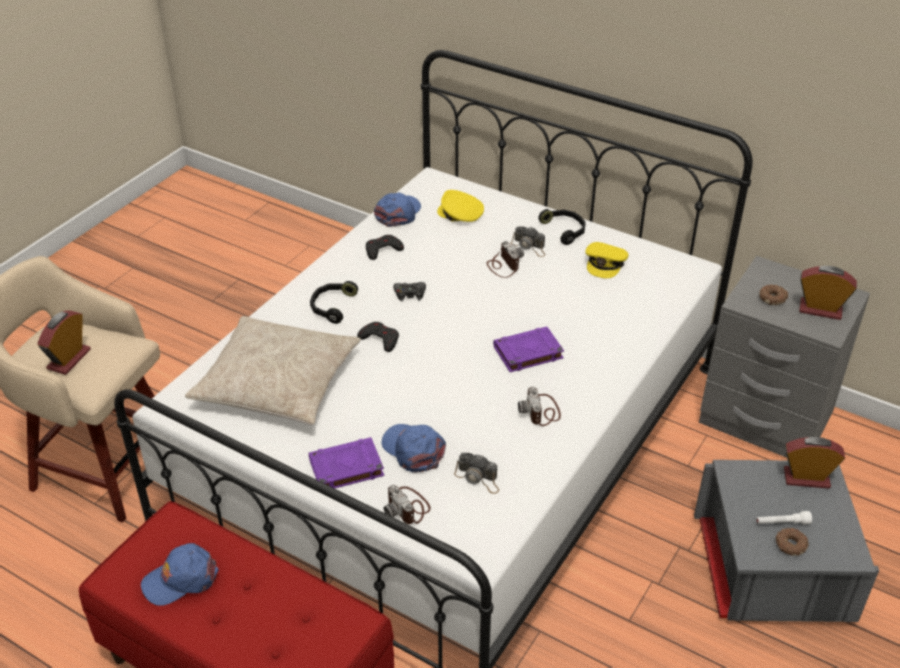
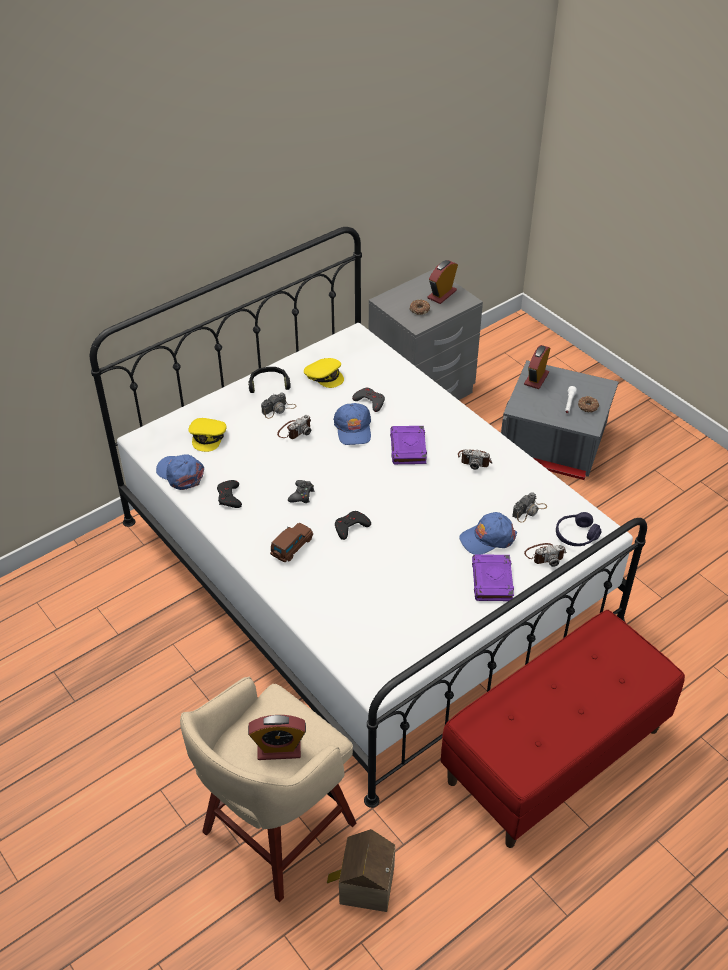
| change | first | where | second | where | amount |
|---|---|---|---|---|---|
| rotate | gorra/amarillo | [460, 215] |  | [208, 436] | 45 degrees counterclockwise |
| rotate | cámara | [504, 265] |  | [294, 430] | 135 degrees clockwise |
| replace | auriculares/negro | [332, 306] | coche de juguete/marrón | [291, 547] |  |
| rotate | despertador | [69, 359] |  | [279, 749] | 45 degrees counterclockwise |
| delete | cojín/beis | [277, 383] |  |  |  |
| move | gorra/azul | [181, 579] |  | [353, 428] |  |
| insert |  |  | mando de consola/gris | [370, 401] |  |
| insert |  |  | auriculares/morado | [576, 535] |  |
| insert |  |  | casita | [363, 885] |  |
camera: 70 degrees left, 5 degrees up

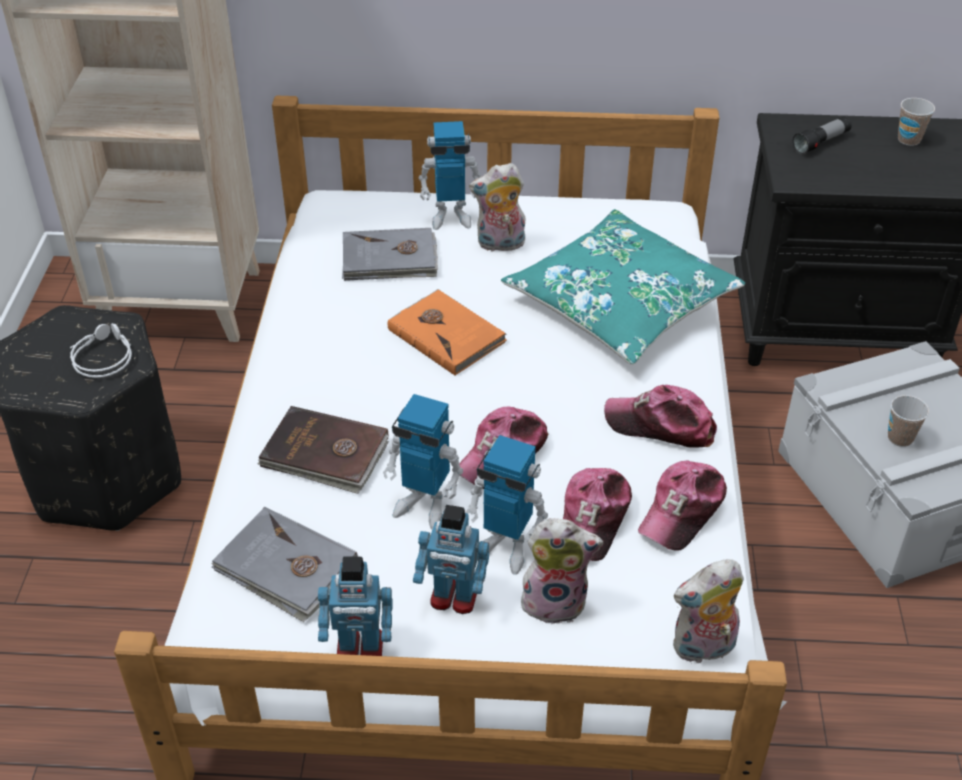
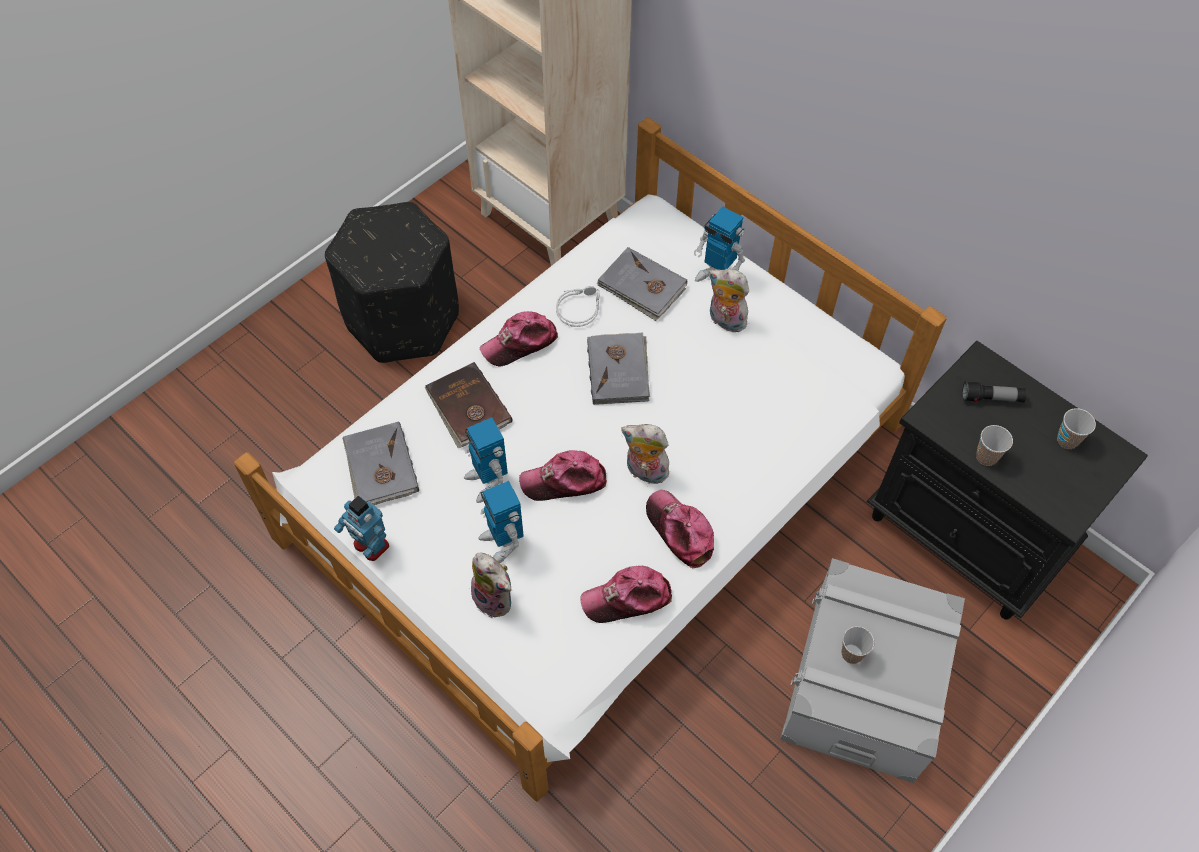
| change | first | where | second | where | amount |
|---|---|---|---|---|---|
| delete | cojín/turquesa | [620, 303] |  |  |  |
| recolor | libro/naranja | [447, 334] | libro/gris | [619, 370] |  |
| move | auriculares/gris | [102, 356] |  | [579, 308] |  |
| move | gorra | [593, 519] |  | [520, 343] |  |
| delete | robot de juguete | [453, 598] |  |  |  |
| move | peluche | [703, 649] |  | [645, 472] |  |
| insert |  |  | taza | [986, 457] |  |
camera: 40 degrees right, 15 degrees up

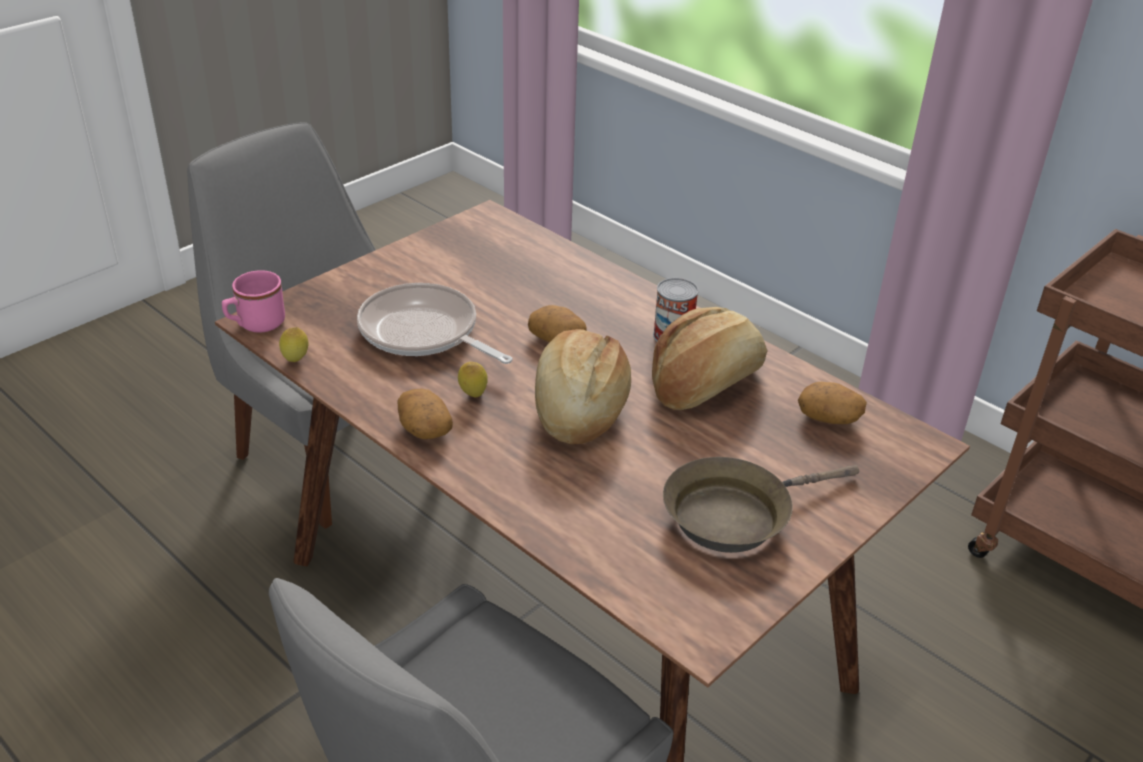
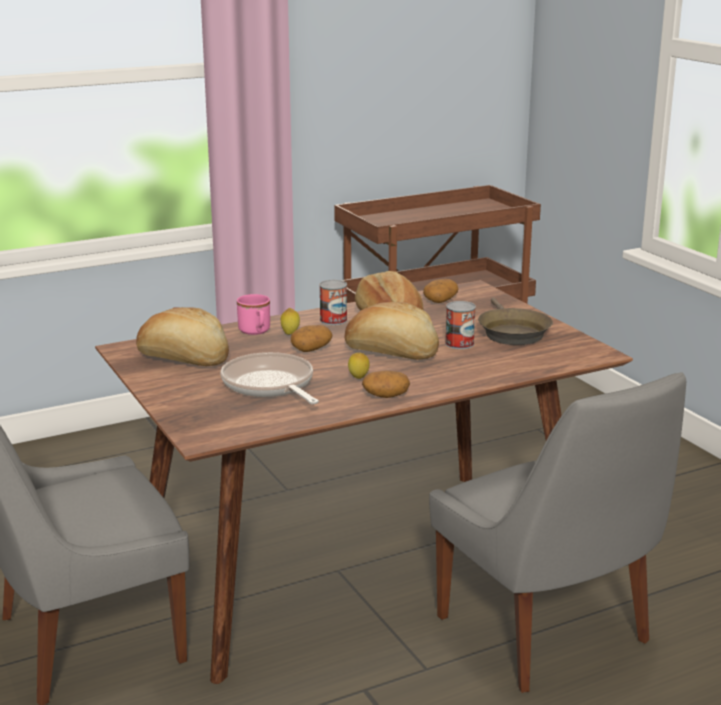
| change | first | where | second | where | amount |
|---|---|---|---|---|---|
| move | taza grande/rosa | [255, 324] |  | [256, 331] |  |
| rotate | sartén | [423, 333] |  | [270, 385] | 90 degrees clockwise |
| move | limón | [296, 360] |  | [290, 333] |  |
| insert |  |  | lata | [459, 344] |  |
| insert |  |  | pan | [184, 359] |  |
camera: 70 degrees left, 15 degrees down

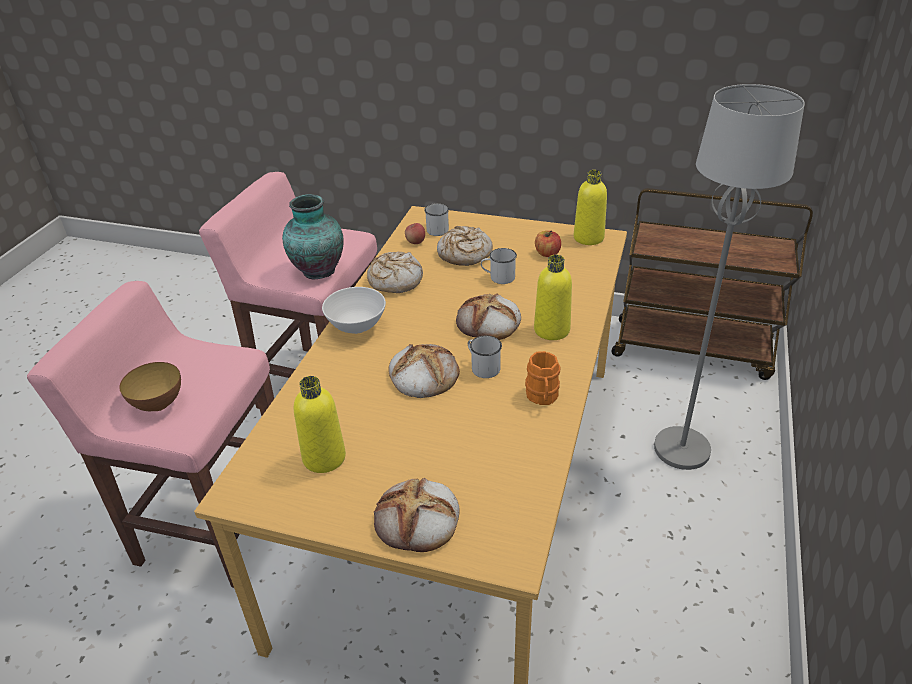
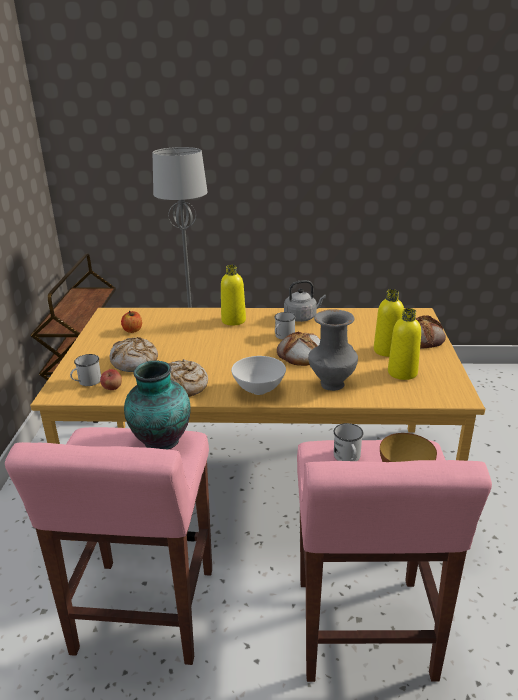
| change | first | where | second | where | amount |
|---|---|---|---|---|---|
| move | botella/amarillo | [588, 238] |  | [387, 350] |  |
| move | taza grande/blanco | [498, 277] |  | [348, 458] |  |
| delete | pan | [489, 323] |  |  |  |
| replace | taza grande/naranja | [542, 397] | hervidor/gris | [302, 317] |  |
| insert |  |  | florero/gris | [331, 385] |  |
camera: 105 degrees left, 10 degrees down

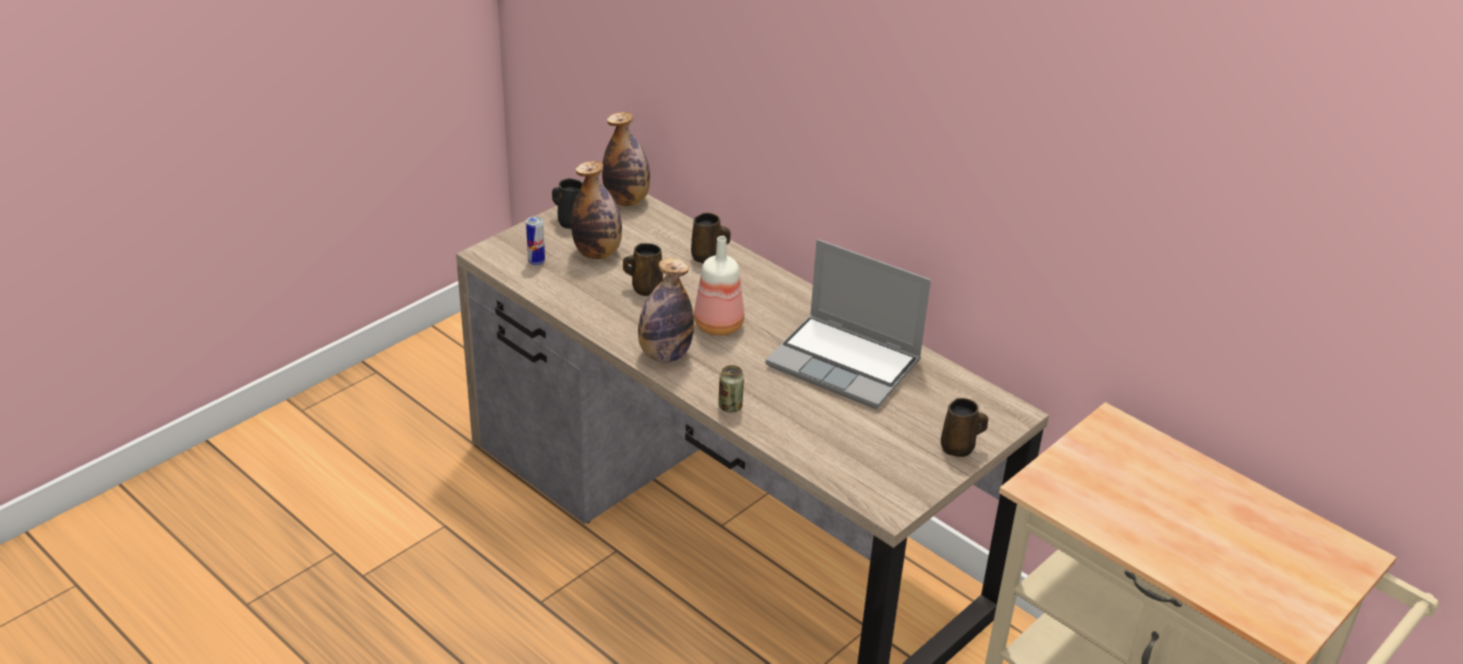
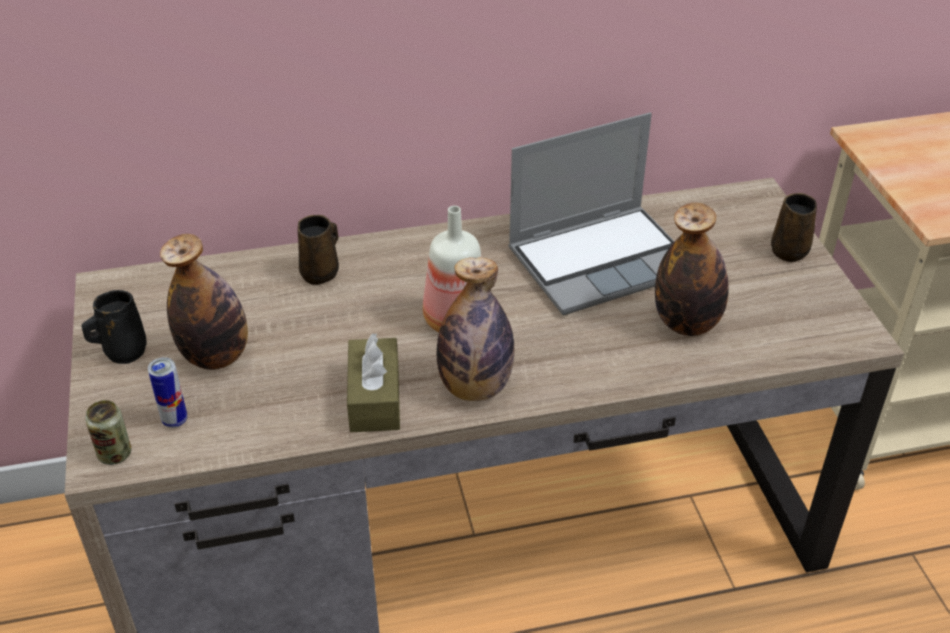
| change | first | where | second | where | amount |
|---|---|---|---|---|---|
| move | botella | [626, 201] |  | [686, 323] |  |
| delete | taza grande/marrón | [645, 288] |  |  |  |
| move | lata | [730, 406] |  | [115, 454] |  |
| insert |  |  | caja de pañuelos/marrón | [374, 398] |  |
camera: 55 degrees left, 5 degrees up

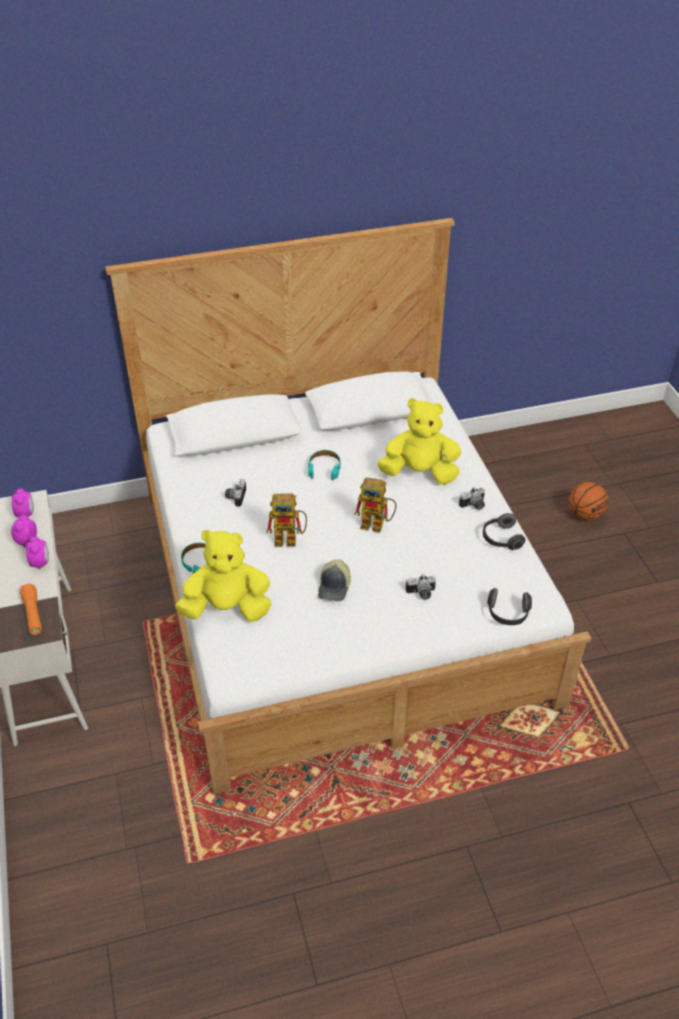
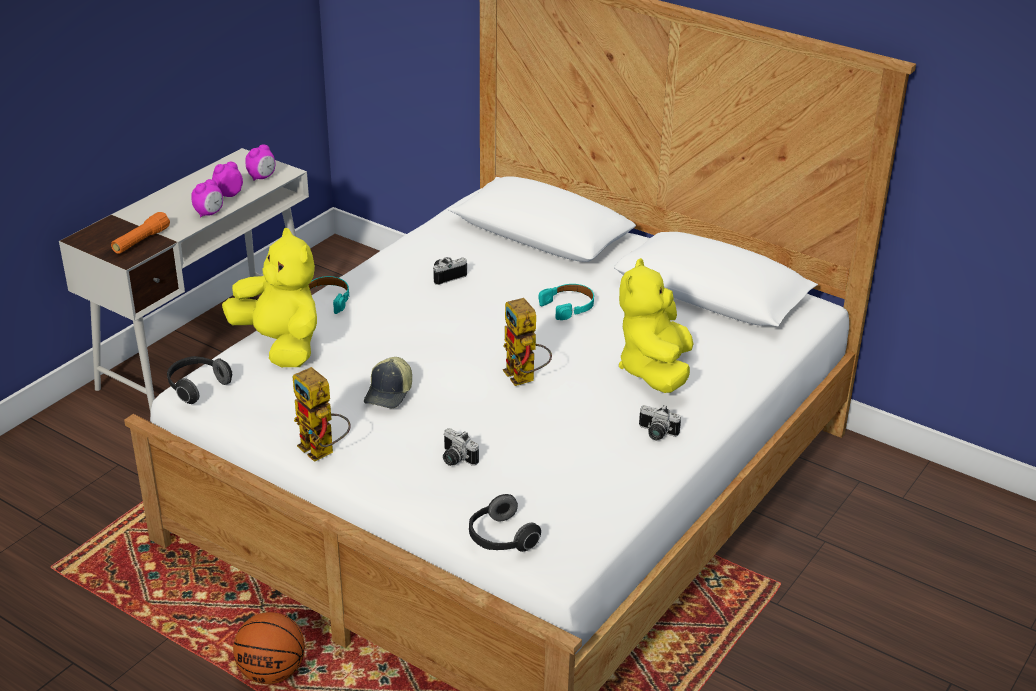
| change | first | where | second | where | amount |
|---|---|---|---|---|---|
| rotate | peluche/amarillo | [419, 473] |  | [655, 371] | 135 degrees counterclockwise |
| move | balón de baloncesto | [585, 514] |  | [272, 672] |  |
| move | robot de juguete | [290, 539] |  | [323, 452] |  |
| move | auriculares | [501, 539] |  | [197, 387] |  |
| rotate | gorra | [335, 586] |  | [389, 393] | 45 degrees counterclockwise |
camera: 50 degrees right, 10 degrees down

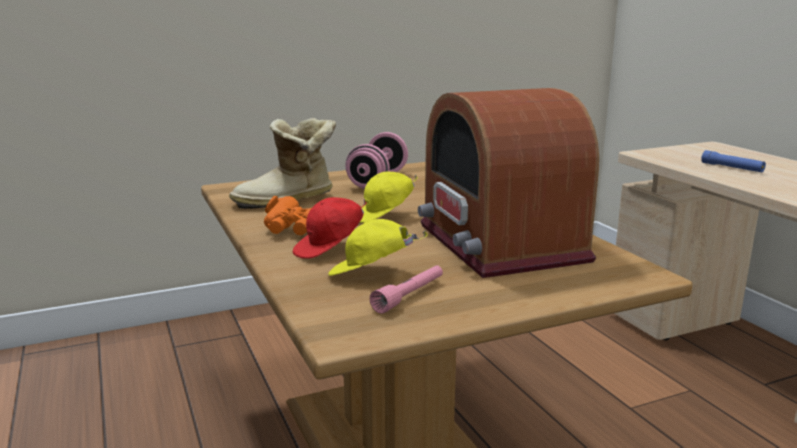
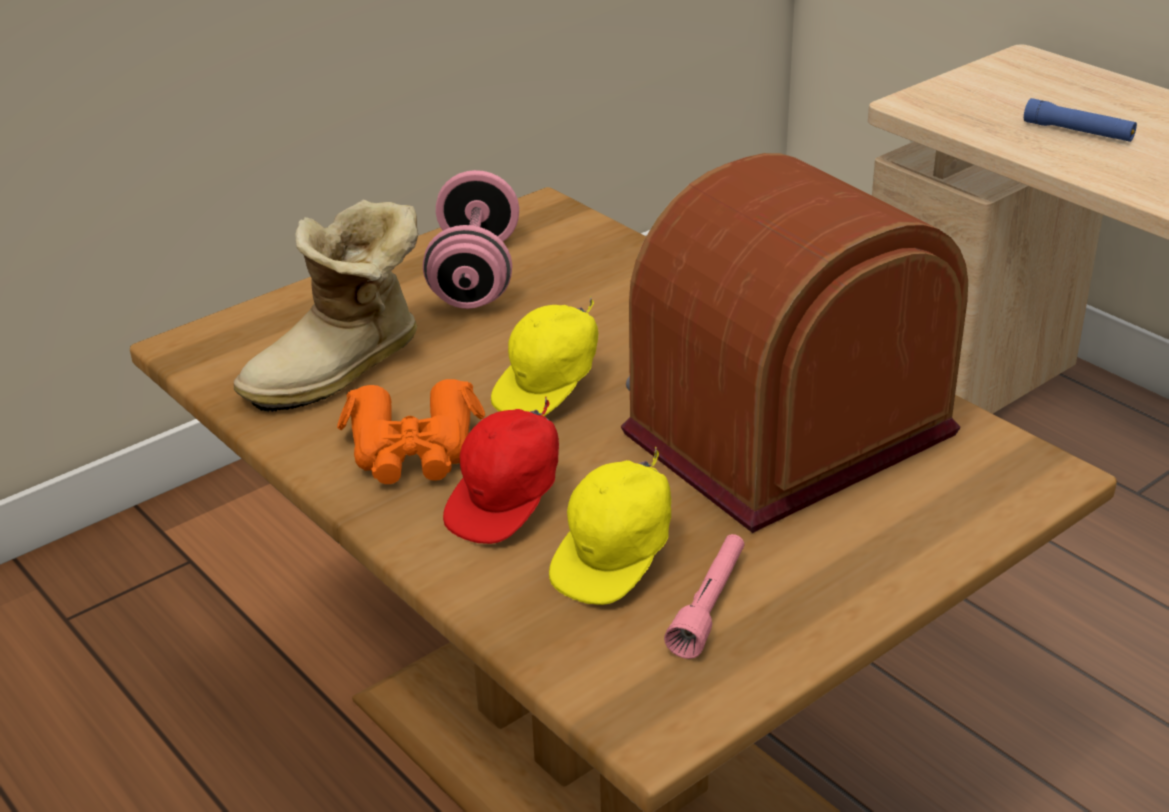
| change | first | where | second | where | amount |
|---|---|---|---|---|---|
| rotate | radio | [500, 243] |  | [786, 433] | 90 degrees clockwise |
| rotate | gorra/amarillo | [371, 274] |  | [617, 561] | 45 degrees counterclockwise |
camera: 15 degrees left, 15 degrees up

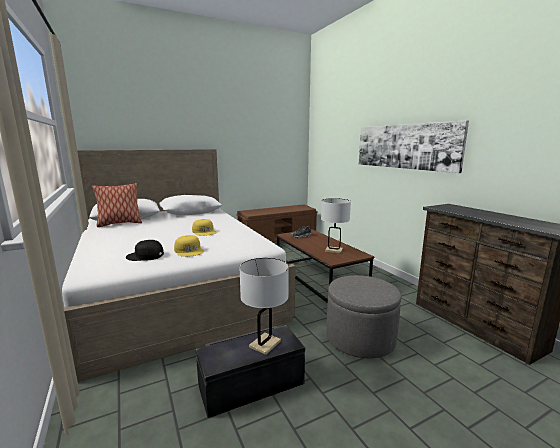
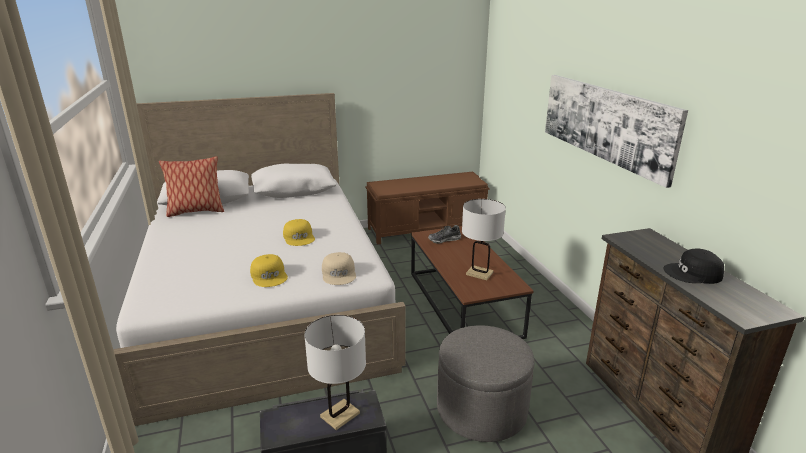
| change | first | where | second | where | amount |
|---|---|---|---|---|---|
| move | gorra/negro | [145, 256] |  | [693, 274] |  |
| insert |  |  | gorra/beis | [339, 274] |  |
camera: 10 degrees right, 10 degrees up

